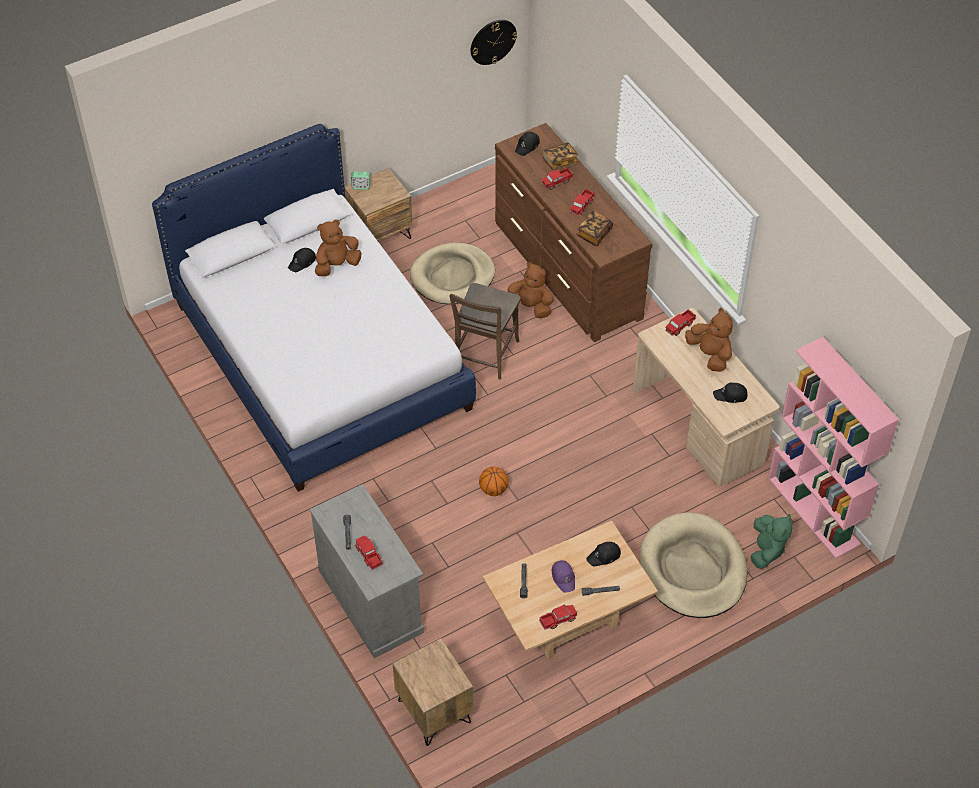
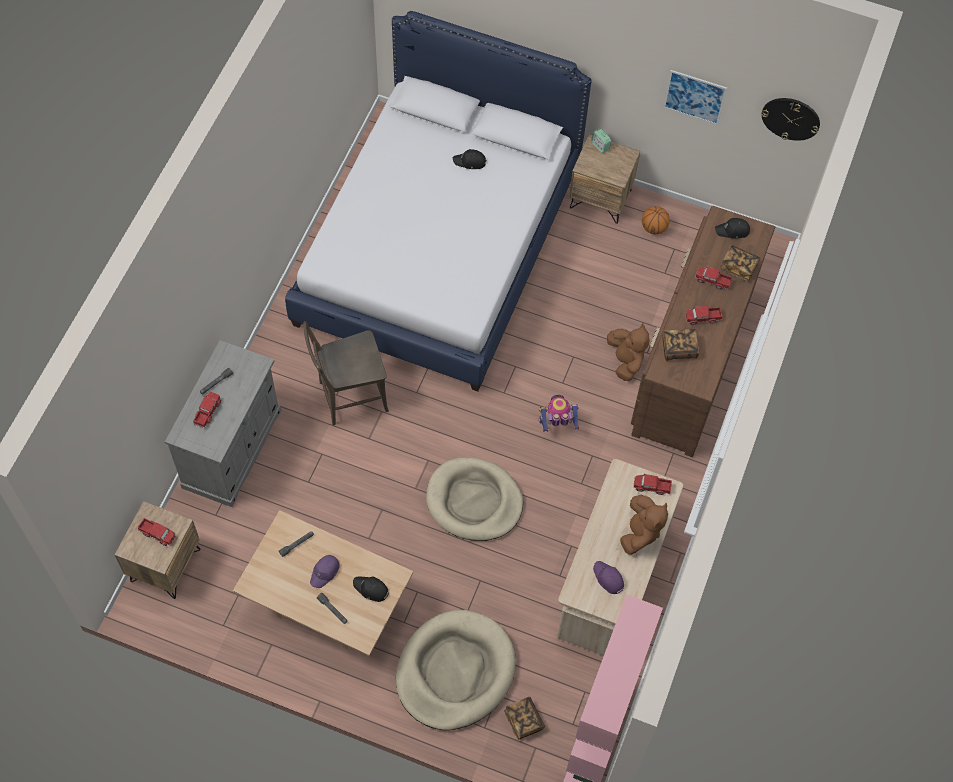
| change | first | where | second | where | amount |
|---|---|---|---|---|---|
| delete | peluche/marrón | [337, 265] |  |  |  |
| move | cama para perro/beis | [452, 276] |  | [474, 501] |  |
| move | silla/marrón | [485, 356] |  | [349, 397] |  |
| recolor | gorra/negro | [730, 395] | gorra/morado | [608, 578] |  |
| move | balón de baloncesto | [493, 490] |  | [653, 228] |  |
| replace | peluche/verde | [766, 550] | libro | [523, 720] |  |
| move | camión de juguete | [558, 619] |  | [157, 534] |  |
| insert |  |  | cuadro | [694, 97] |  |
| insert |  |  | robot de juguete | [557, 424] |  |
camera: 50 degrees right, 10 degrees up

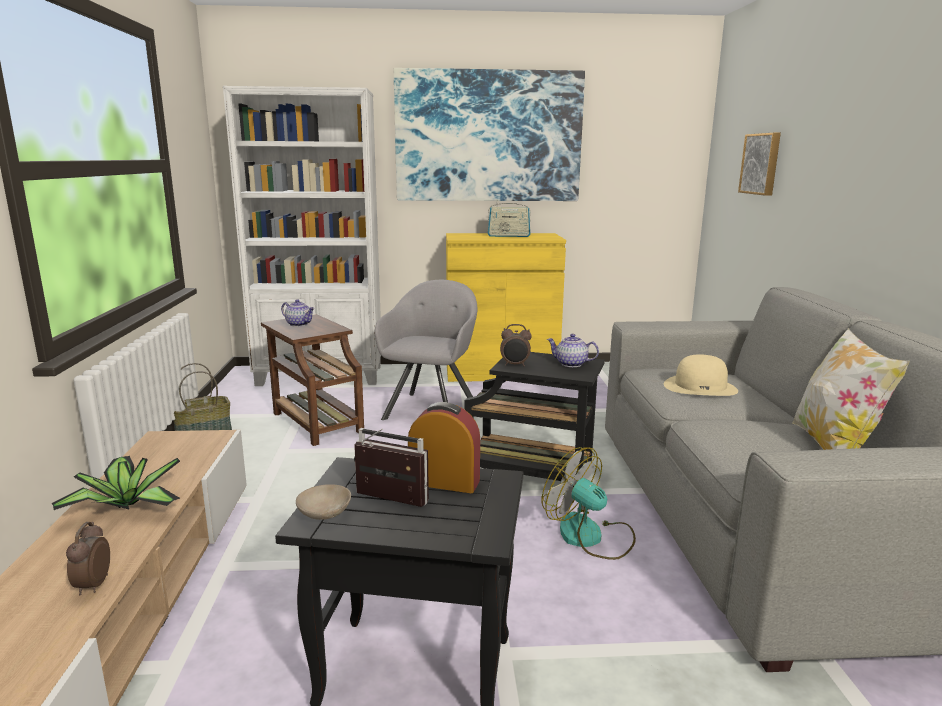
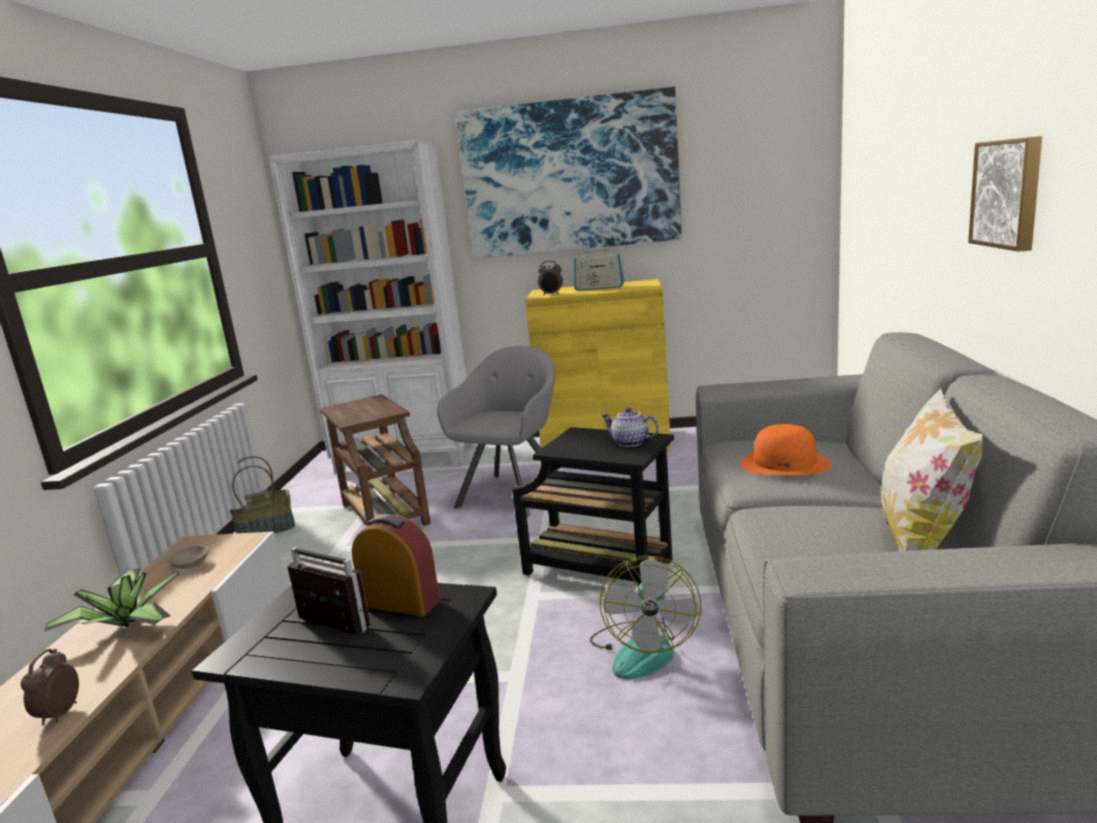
| change | first | where | second | where | amount |
|---|---|---|---|---|---|
| move | cuadro | [761, 164] |  | [1008, 193] |  |
| delete | tetera | [299, 324] |  |  |  |
| move | despertador | [515, 365] |  | [551, 294] |  |
| recolor | sombrero/beis | [700, 387] | sombrero/naranja | [785, 463] |  |
| rotate | ventilador | [590, 537] |  | [643, 649] | 135 degrees counterclockwise |
| move | cuenco/beis | [324, 512] |  | [191, 564] |  |
camera: 10 degrees right, 0 degrees up

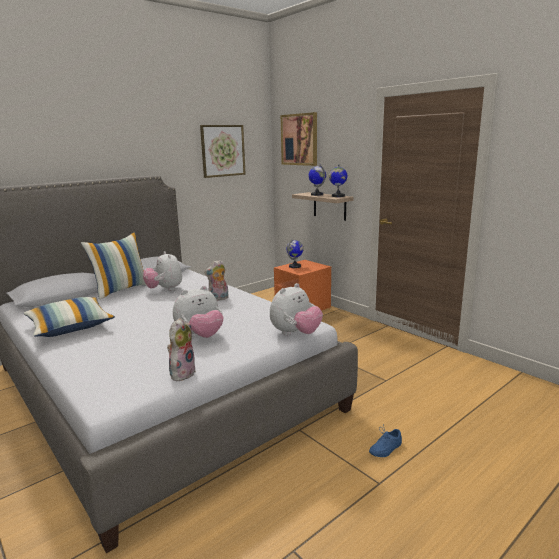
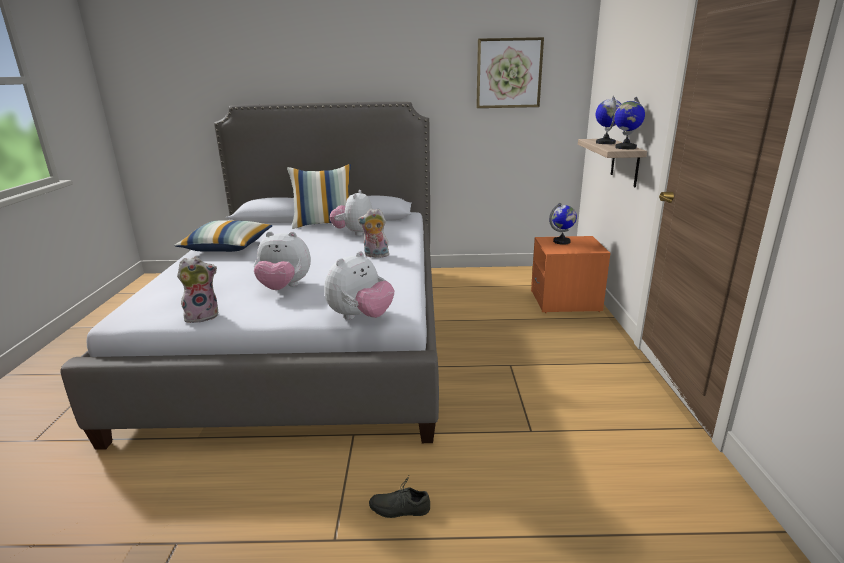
| change | first | where | second | where | amount |
|---|---|---|---|---|---|
| delete | cuadro | [299, 139] |  |  |  |
| rotate | peluche | [295, 334] |  | [360, 317] | 45 degrees counterclockwise |
| recolor | zapato/azul | [384, 448] | zapato/gris | [400, 507] |  |
camera: 40 degrees right, 5 degrees up

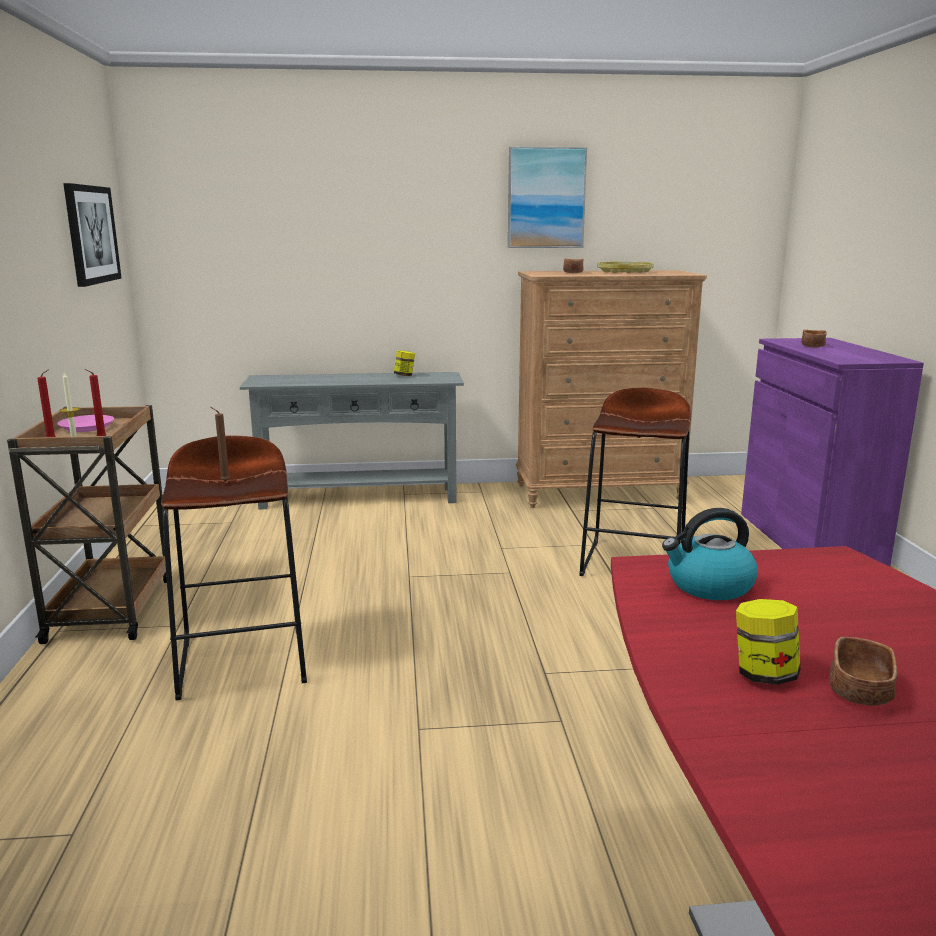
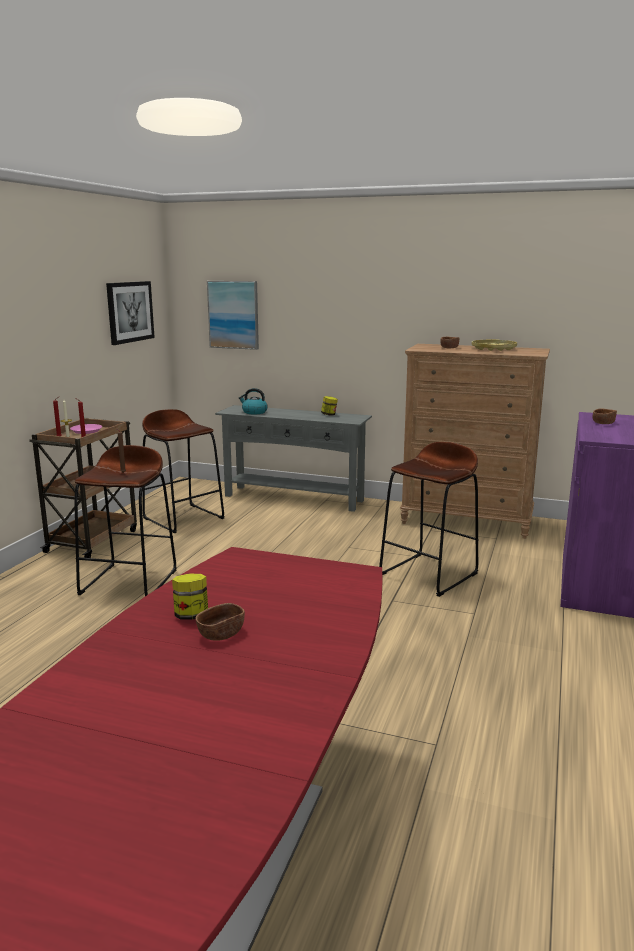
| change | first | where | second | where | amount |
|---|---|---|---|---|---|
| move | cuadro | [546, 198] |  | [233, 314] |  |
| move | hervidor | [709, 586] |  | [254, 412] |  |
| insert |  |  | taburete/marrón | [183, 518] |  |
camera: 25 degrees right, 0 degrees up

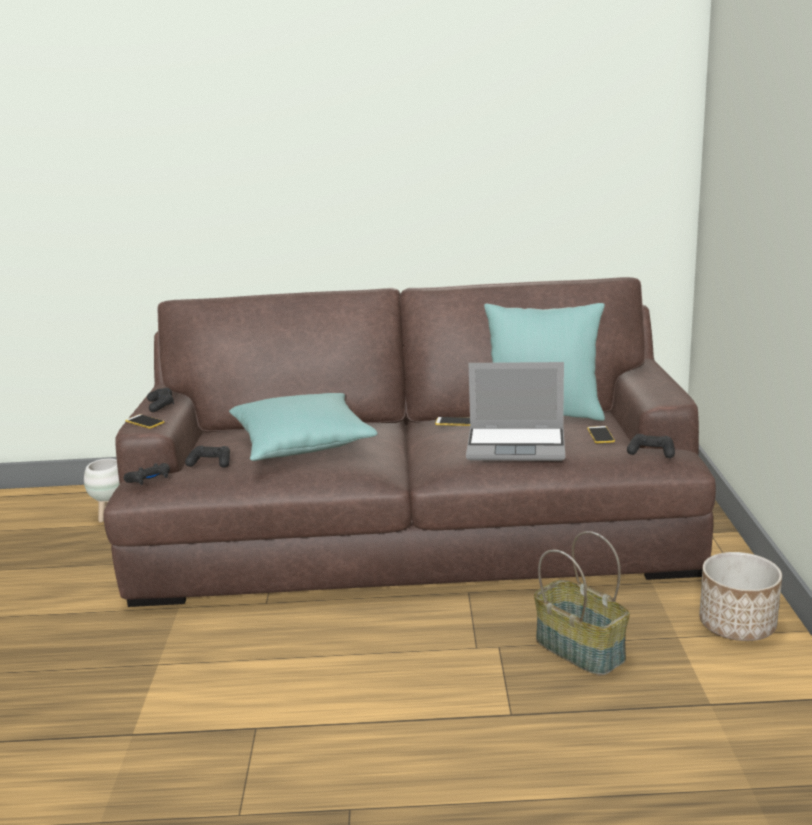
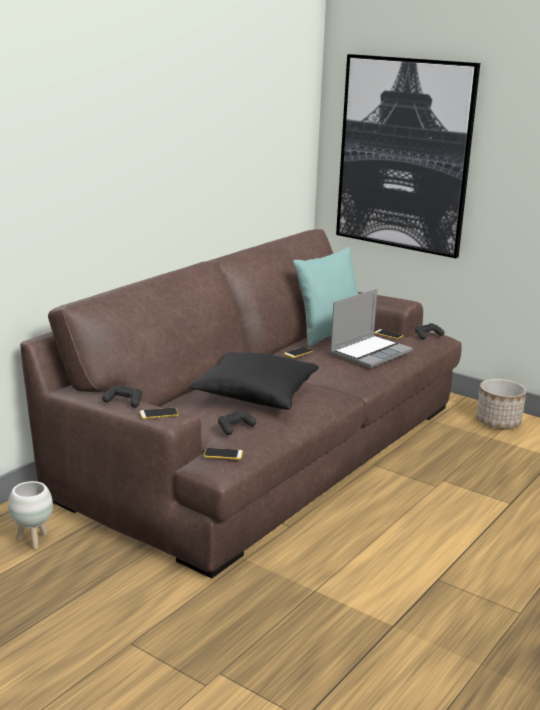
| change | first | where | second | where | amount |
|---|---|---|---|---|---|
| recolor | cojín/turquesa | [302, 444] | cojín/negro | [255, 395] |  |
| replace | mando de consola/negro | [150, 480] | móvil | [223, 454] |  |
| delete | cesta | [581, 649] |  |  |  |
| insert |  |  | cuadro | [404, 155] |  |
camera: 55 degrees left, 0 degrees up

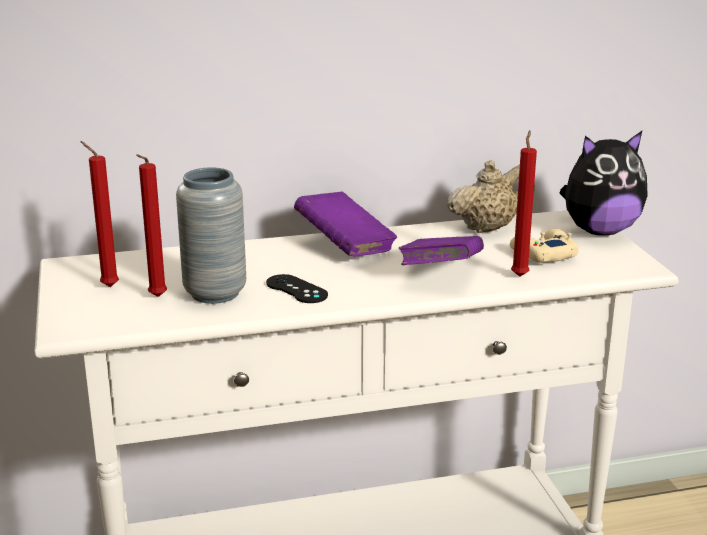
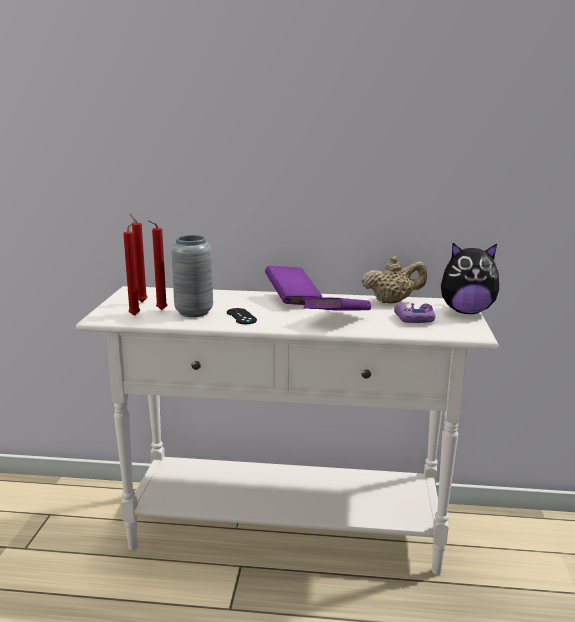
| change | first | where | second | where | amount |
|---|---|---|---|---|---|
| move | vela/rojo | [520, 275] |  | [136, 315] |  |
| recolor | mando de consola/beis | [543, 254] | mando de consola/morado | [414, 319] |  |
camera: 20 degrees right, 5 degrees down

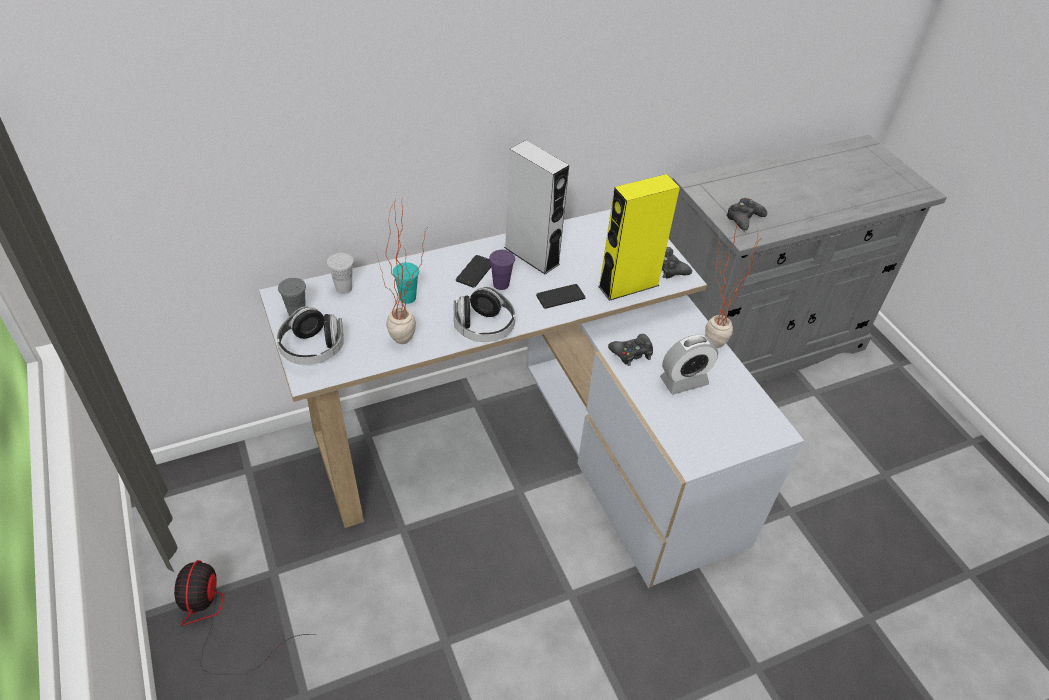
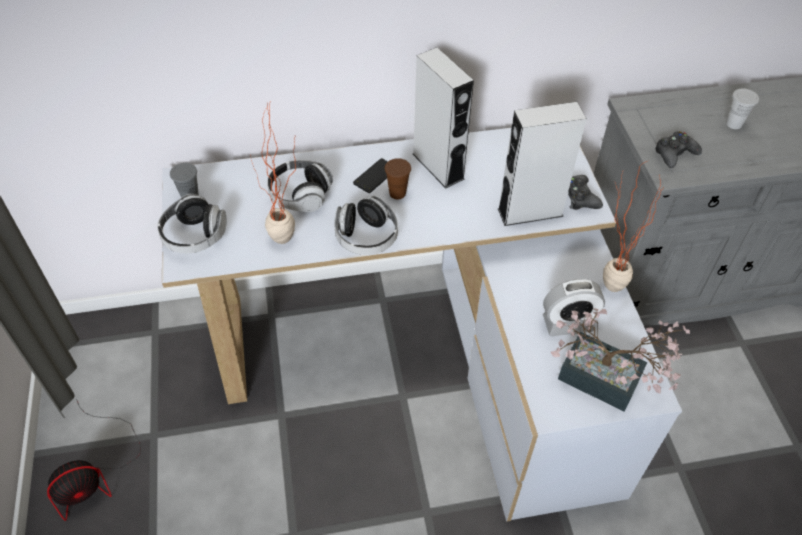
| change | first | where | second | where | amount |
|---|---|---|---|---|---|
| recolor | altavoz/amarillo | [628, 285] | altavoz/gris | [530, 212] |  |
| recolor | taza/morado | [501, 284] | taza/marrón | [397, 193] |  |
| move | taza/blanco | [344, 288] |  | [733, 124] |  |
| replace | taza/turquesa | [407, 298] | auriculares | [300, 195] |  |
| delete | móvil | [560, 297] |  |  |  |
| delete | mando de consola/negro | [632, 353] |  |  |  |
| rotate | ventilador | [219, 621] |  | [95, 473] | 135 degrees counterclockwise |
| insert |  |  | planta en maceta | [608, 383] |  |
camera: 15 degrees right, 5 degrees up

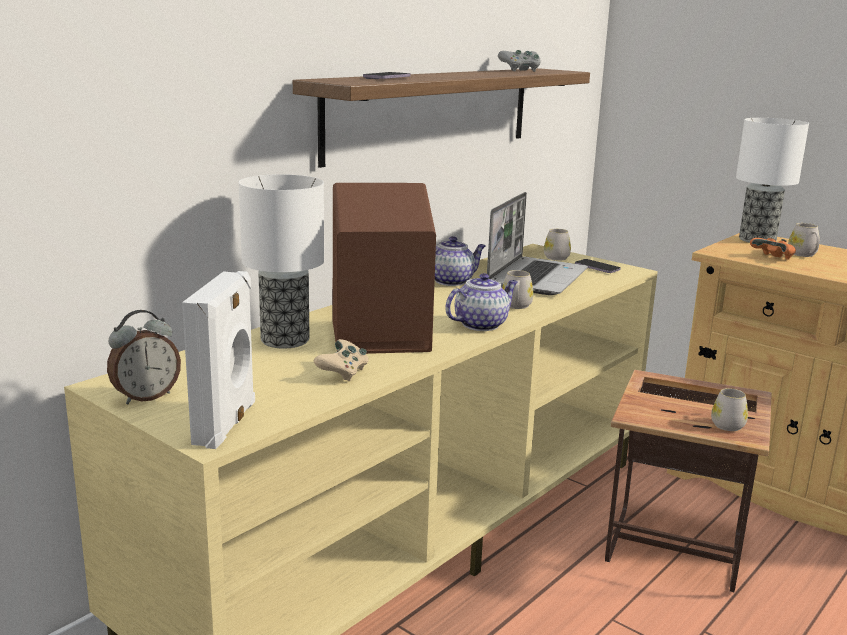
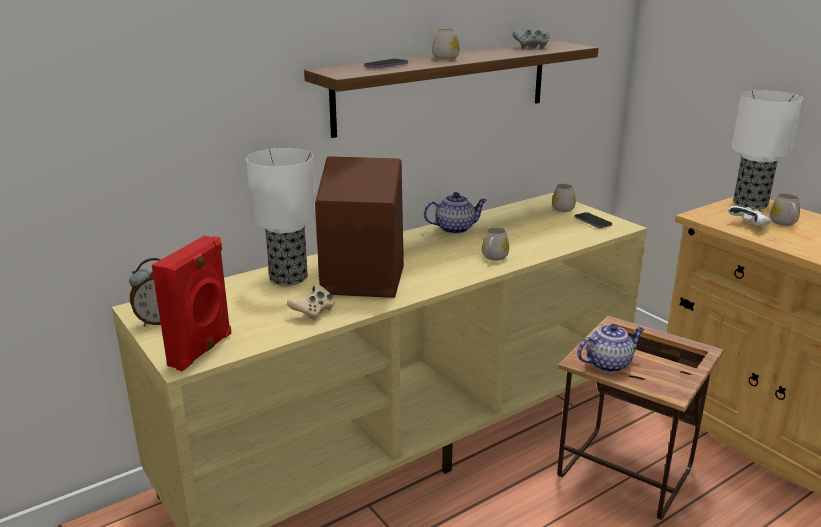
| change | first | where | second | where | amount |
|---|---|---|---|---|---|
| delete | portátil | [536, 278] |  |  |  |
| recolor | mando de consola/naranja | [773, 258] | mando de consola/blanco | [749, 226] |  |
| recolor | altavoz/blanco | [227, 424] | altavoz/rojo | [202, 350] |  |
| move | tetera | [481, 324] |  | [608, 363] |  |
| move | taza grande/blanco | [727, 423] |  | [447, 58] |  |
camera: 15 degrees right, 5 degrees up

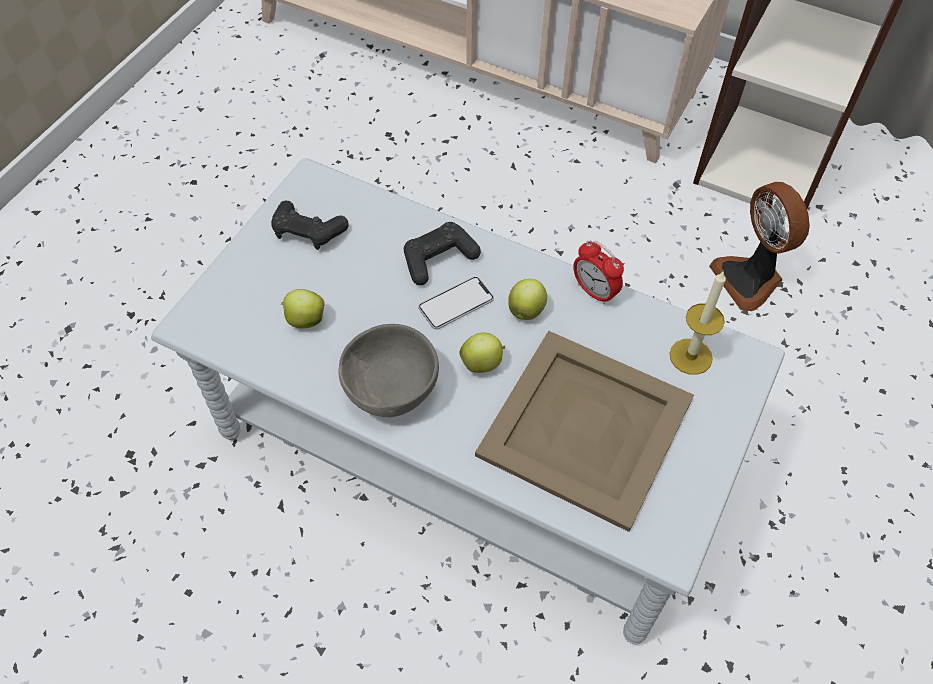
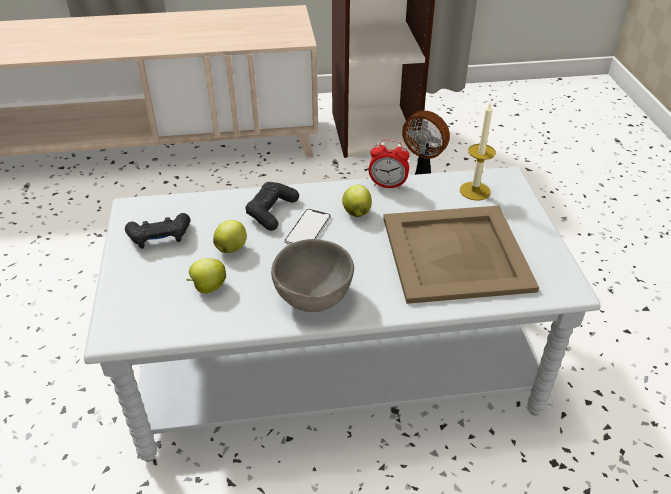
| change | first | where | second | where | amount |
|---|---|---|---|---|---|
| move | manzana | [482, 363] |  | [232, 248] |  |
camera: 35 degrees left, 15 degrees down

